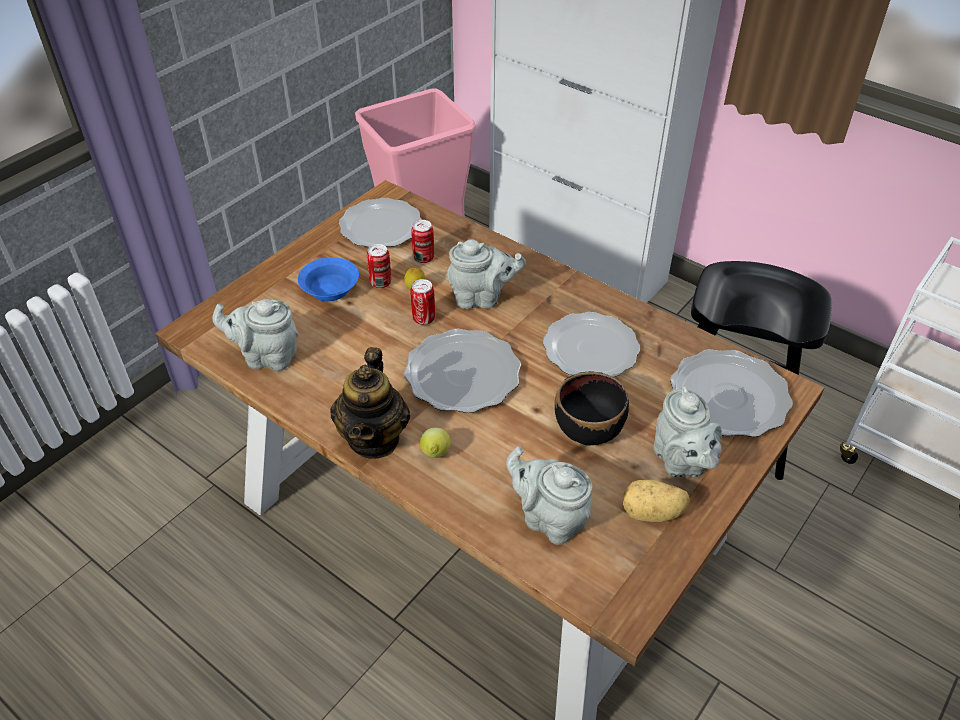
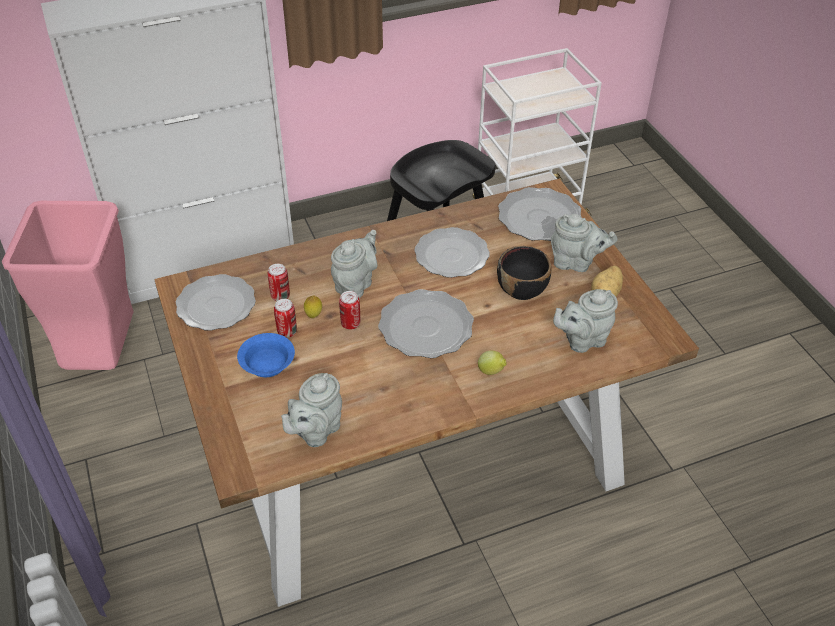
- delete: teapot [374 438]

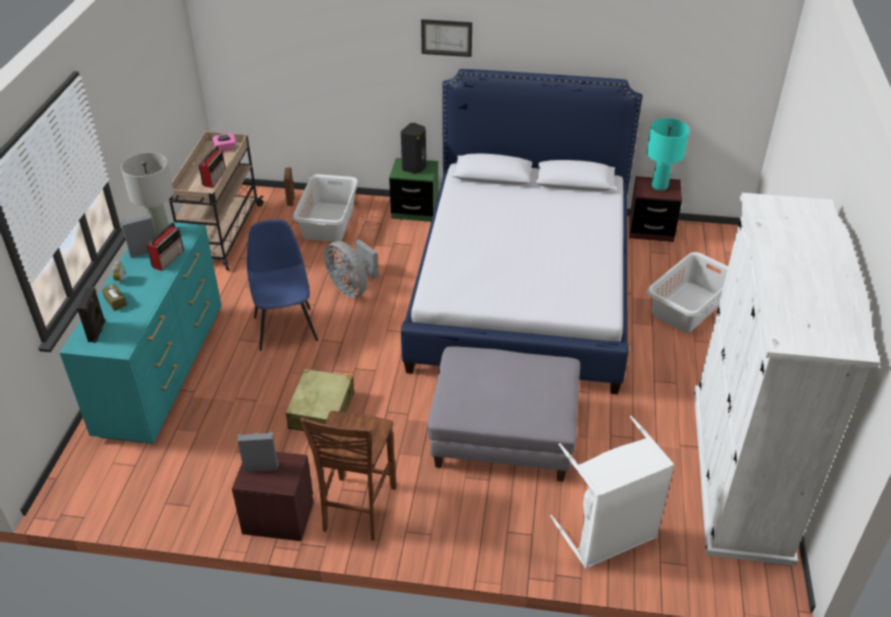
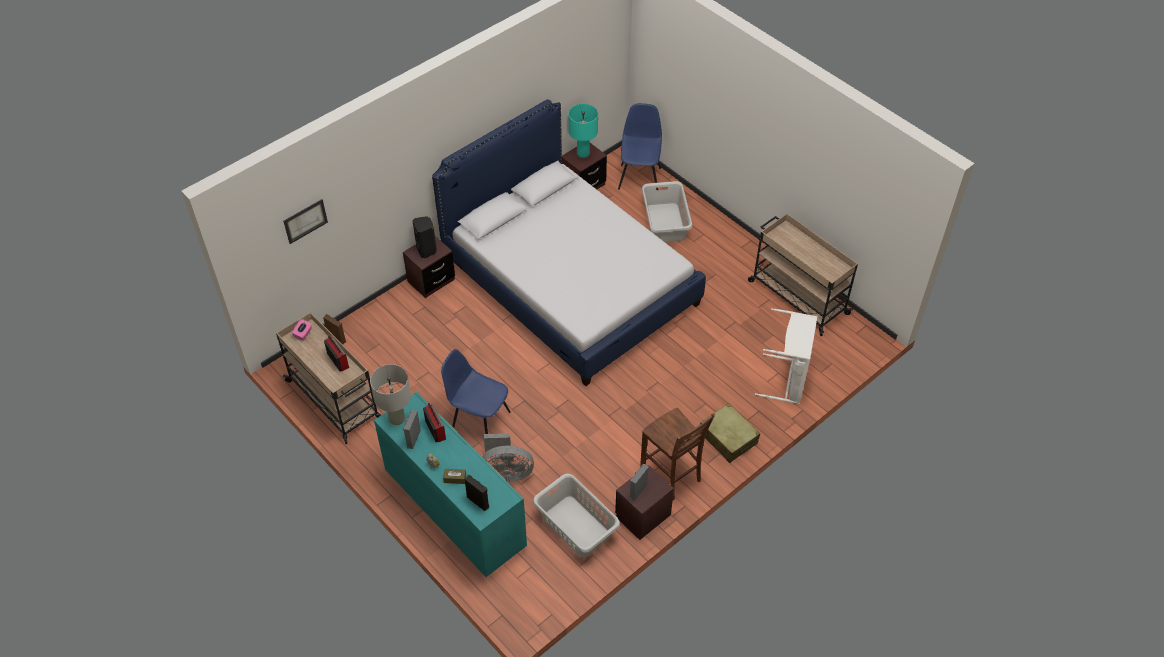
- move: wall art [446 37] to [305 221]
- recolor: green-coloured nightstand [415 211] to brownish nightstand [431 281]
- move: greyish electric fan [352 288] to [506 472]
- move: greyish laundry basket [328 222] to [576 527]
- insert: bluish upright chair [639 177]
- move: beige travel case [322 411] to [728 438]
- replace: white clothes cupboard [741 470] to beige cart [797 297]
- delete: greyish pouffe [504 433]

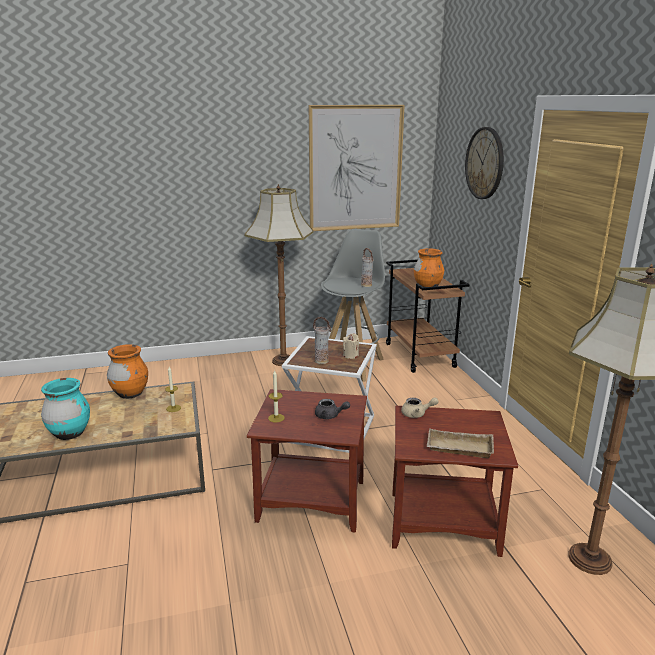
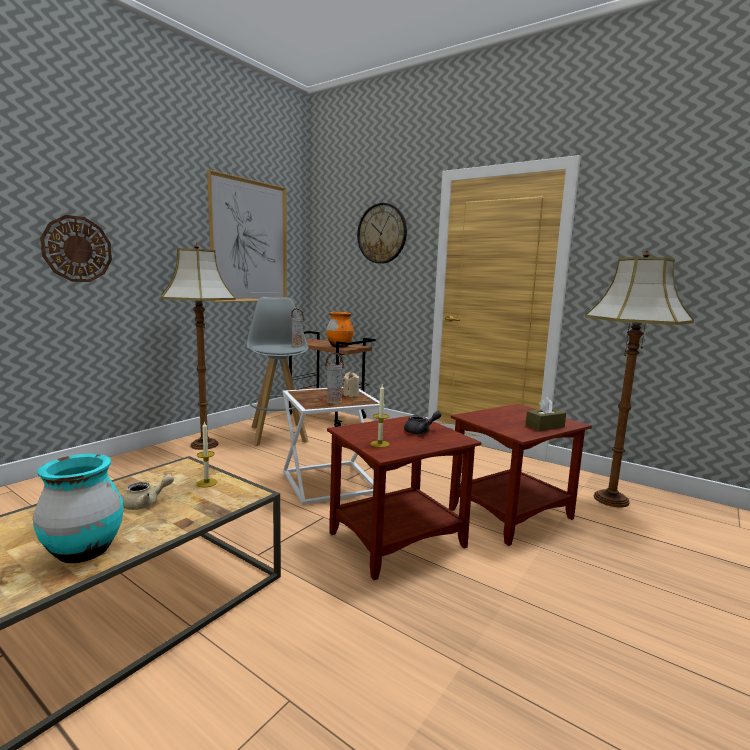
- insert: clock on the wall [77 249]
- move: beige teapot [417 414] to [146 503]
- replace: beige carrying tray [458 449] to brownish tissue box [545 426]
- delete: orange-coloured decorative vase [130 394]

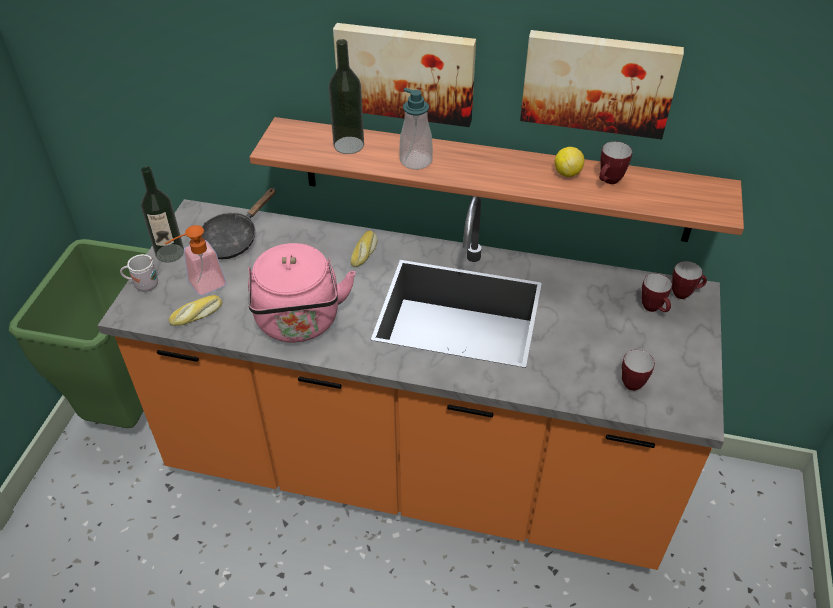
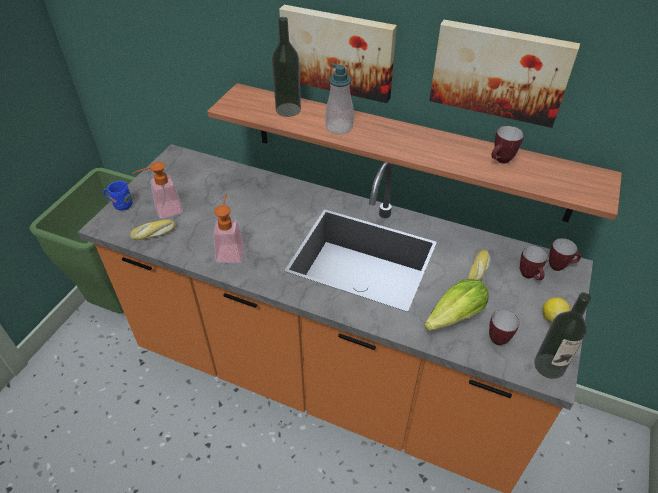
- recolor: white coffee mug [143 285] to bluish coffee mug [121 205]
- replace: pink-coloured water kettle [299 323] to soap dispenser [231 250]
- insert: lettuce head [451 318]
- move: bread [365 253] to [478 270]
- move: drink bottle [170 253] to [549 366]
- move: whole lemon [567 173] to [552 317]
- delete: black-coloured pan [233 239]

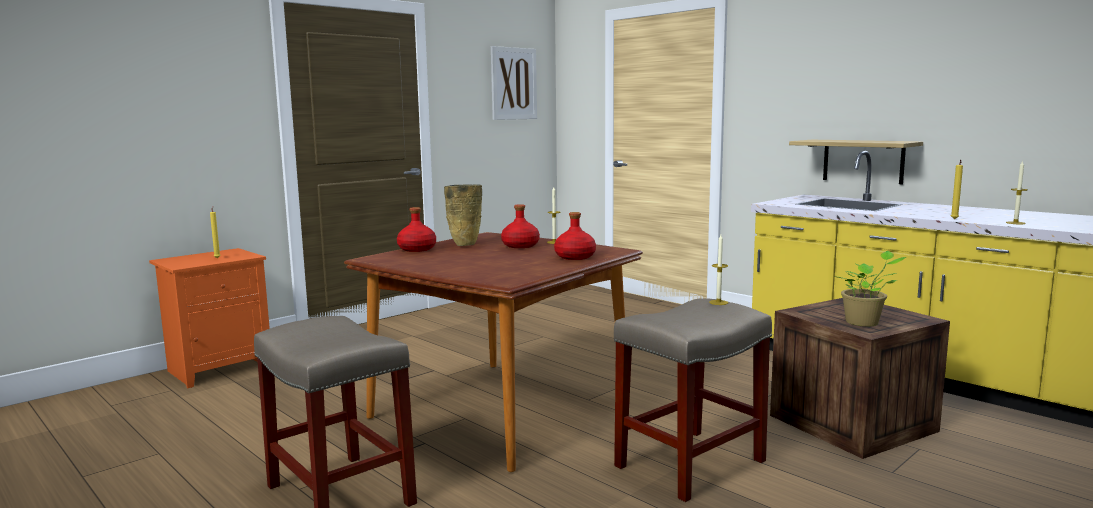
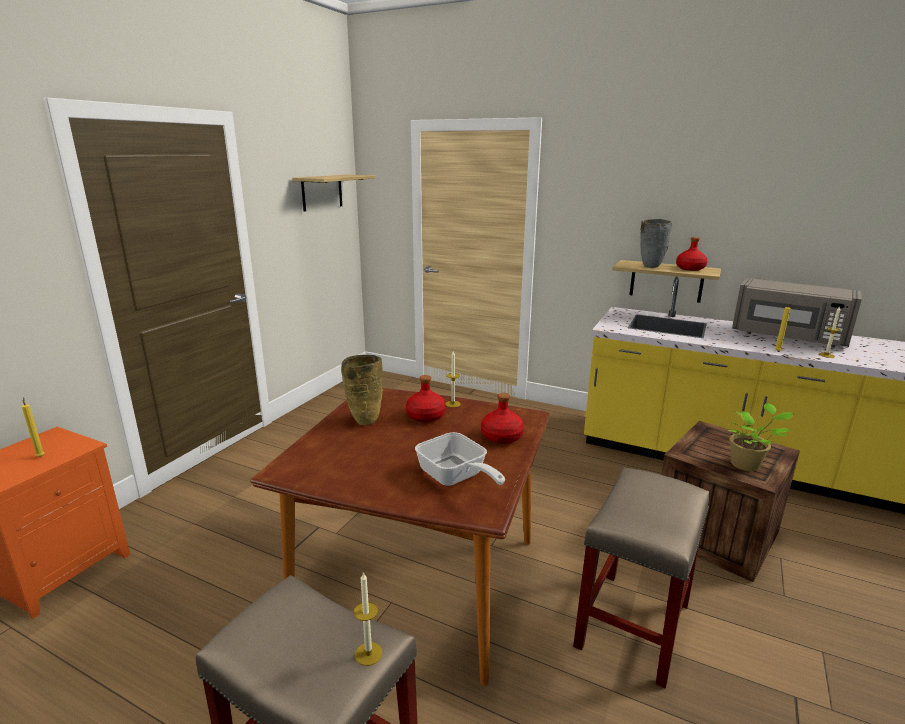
- replace: wall art [513 83] to wall shelf [322 192]
- move: wax candle [718 302] to [368 653]
- insert: pan [455 477]
- insert: greyish decorative vase [650 267]
- move: red-coloured drink bottle [417 249] to [690 268]
- insert: greyish kitchen microwave [788 337]

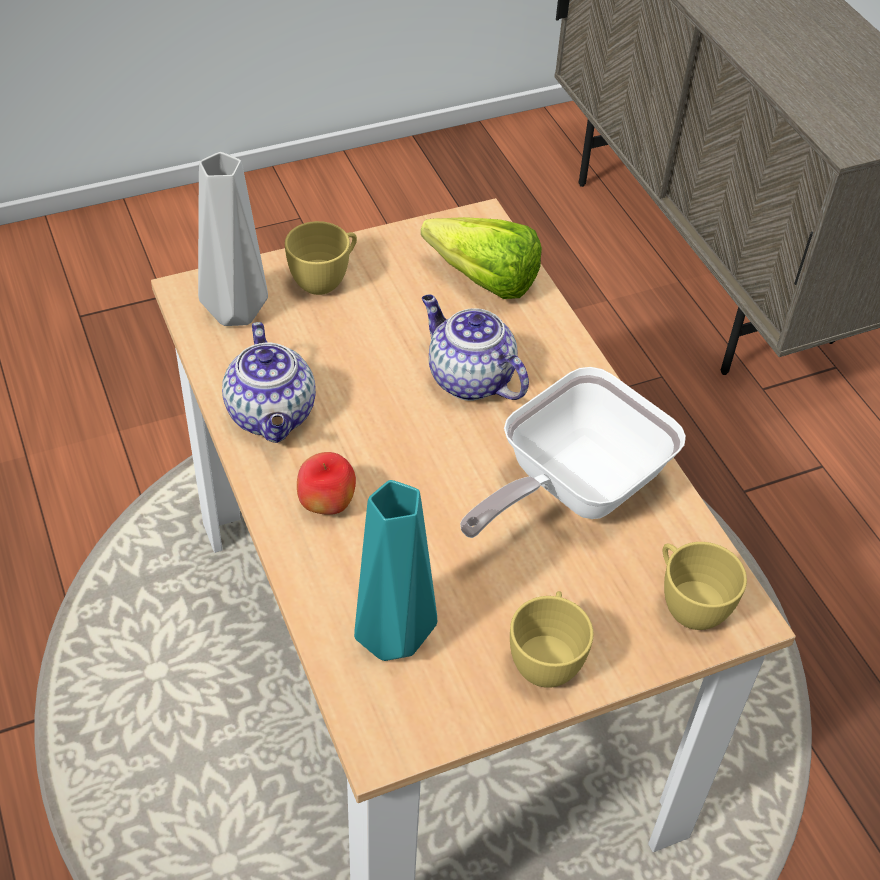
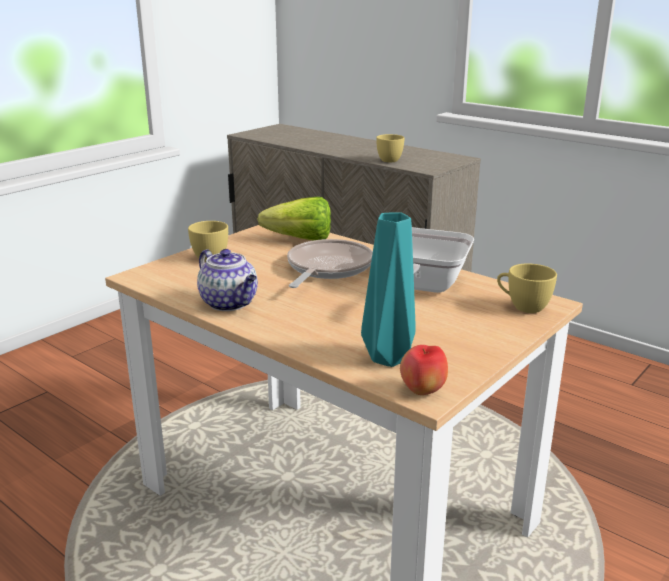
- replace: teapot [468 378] to pan [327 268]
- move: yellow-coloured cup [546 658] to [388 159]
- move: apple fruit [326 504] to [422 391]
- delete: greyish decorative vase [236 315]

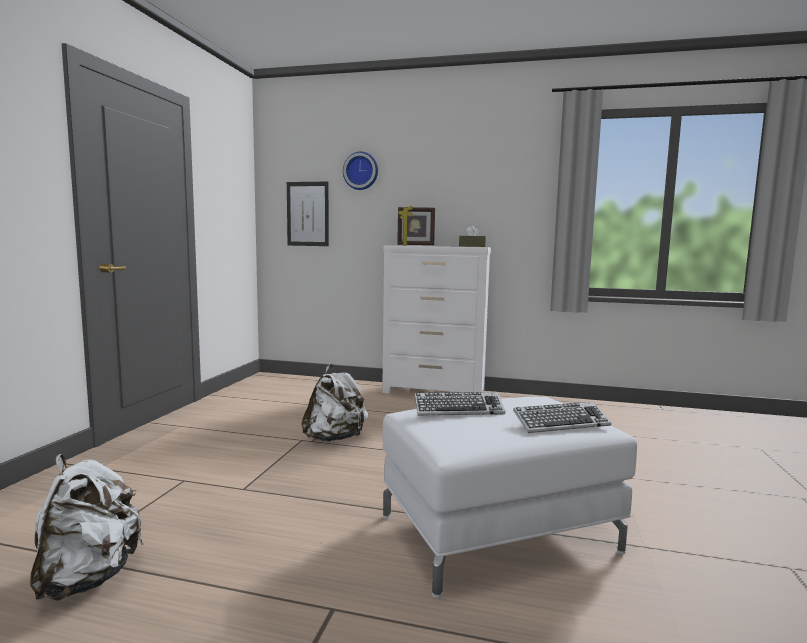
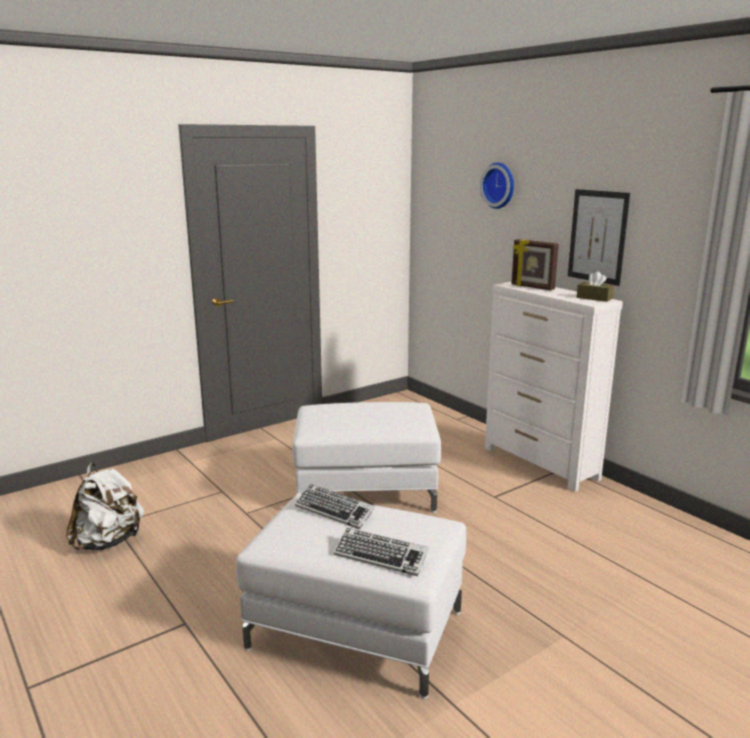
- replace: white rucksack [335 438] to white pouffe [366 490]
- move: wall art [307 214] to [597 236]

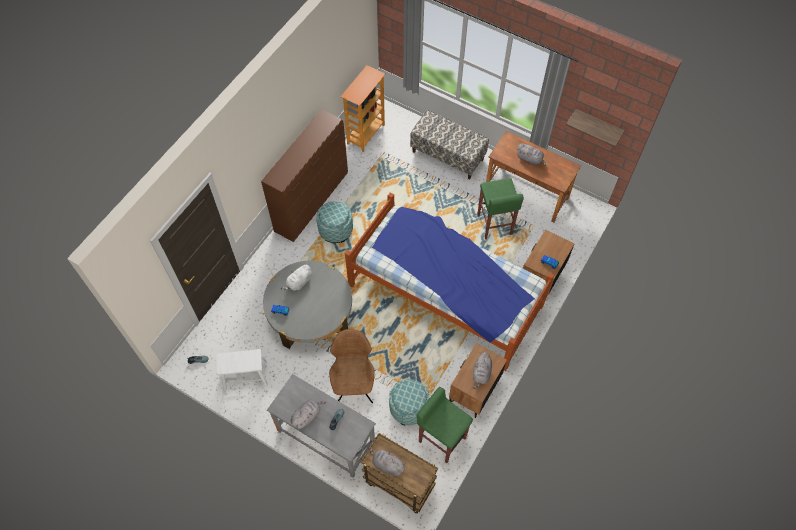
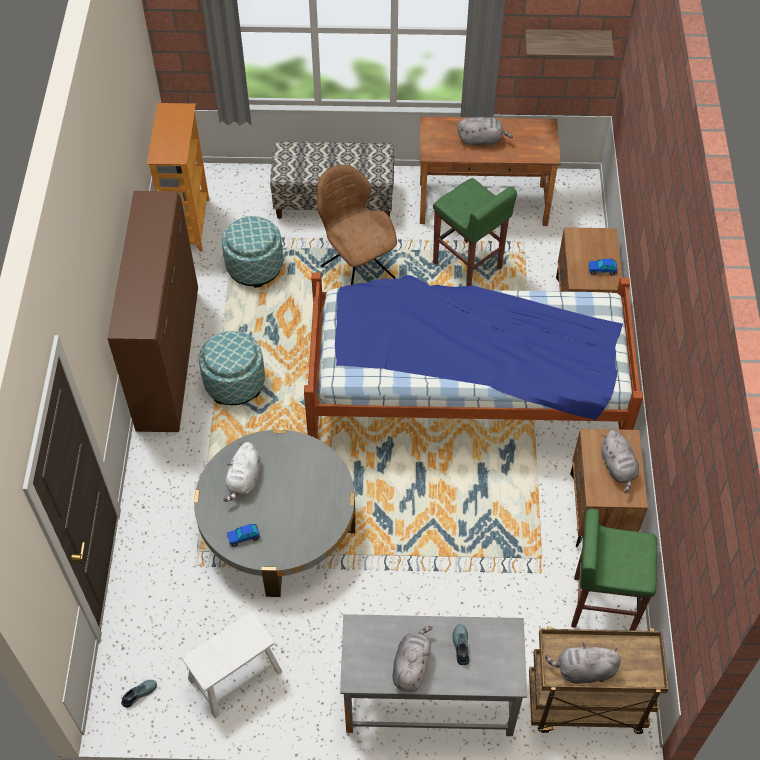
- move: pouffe [409 408] to [254 267]
- move: brownish upright chair [354 384] to [356 270]

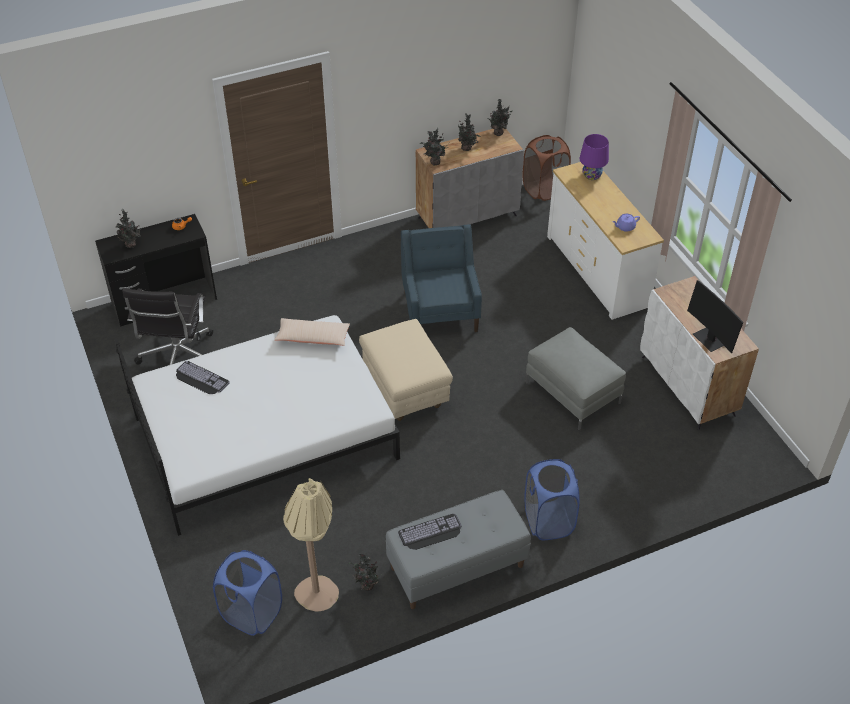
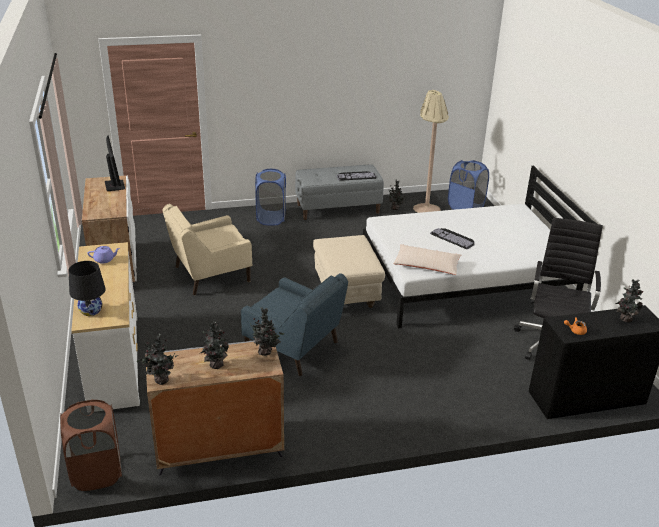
- recolor: purple tabletop lamp [591 175] to black-coloured tabletop lamp [91 311]
- replace: greyish pouffe [572 392] to beige armchair [210 275]
- rotate: bluish armchair [440 310] = [294 348] 60 degrees counterclockwise
- move: keyboard [200 379] to [454 238]

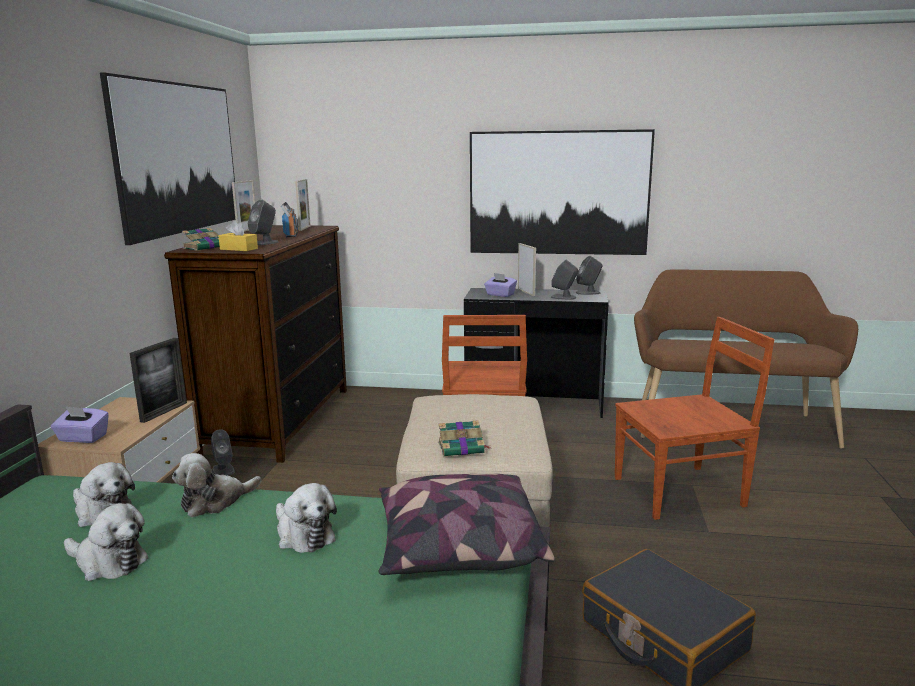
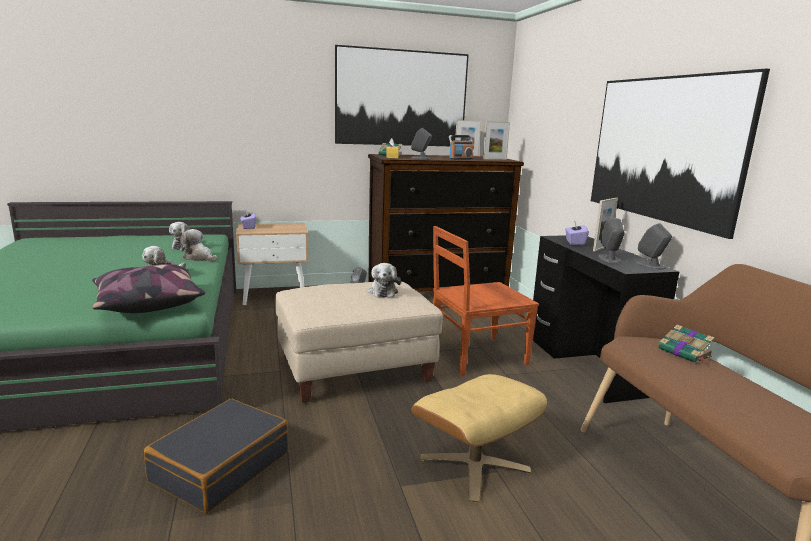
- move: plush toy [108 562] to [383 292]
- replace: brownish upright chair [681 491] to beige pouffe [475 465]
- move: volume [462 448] to [685 353]
- delete: standing frame [164 412]

